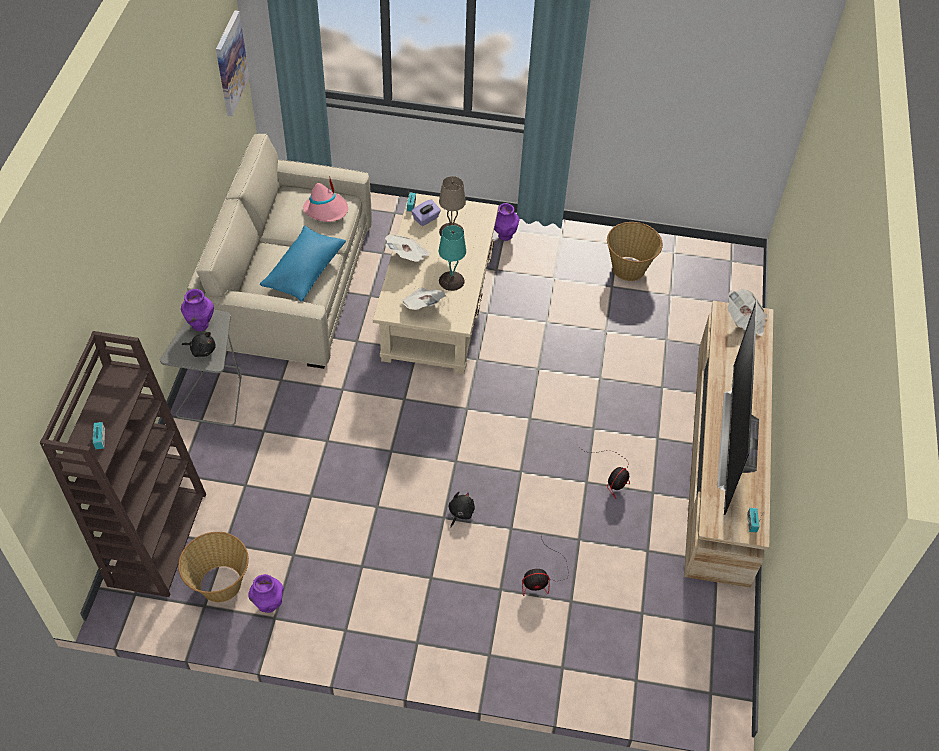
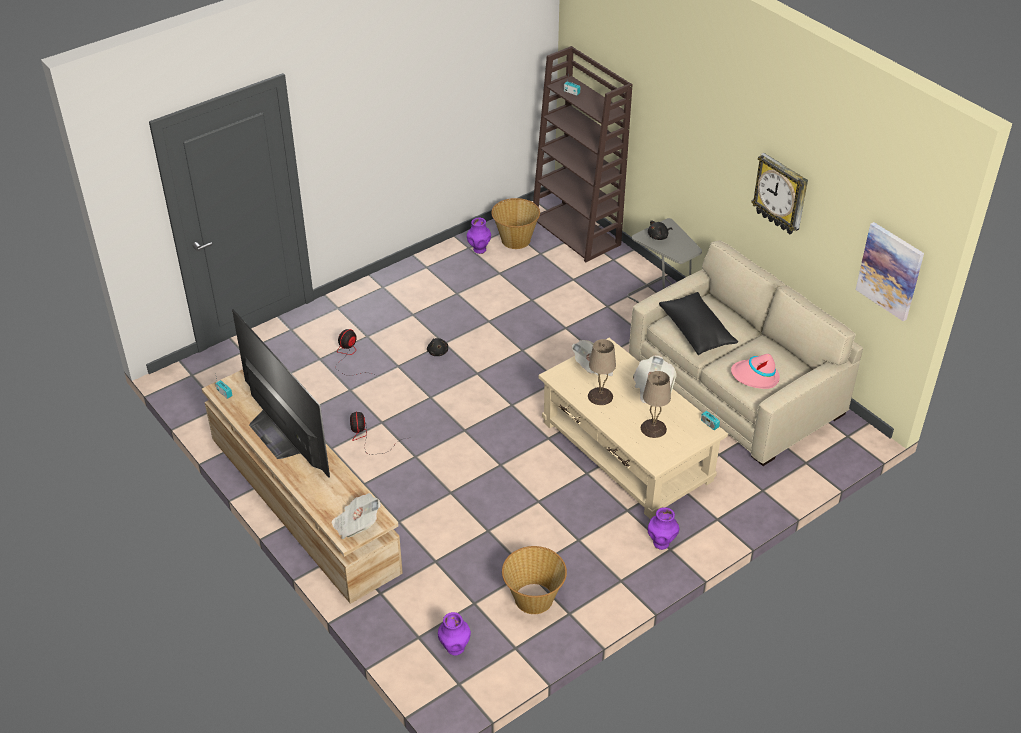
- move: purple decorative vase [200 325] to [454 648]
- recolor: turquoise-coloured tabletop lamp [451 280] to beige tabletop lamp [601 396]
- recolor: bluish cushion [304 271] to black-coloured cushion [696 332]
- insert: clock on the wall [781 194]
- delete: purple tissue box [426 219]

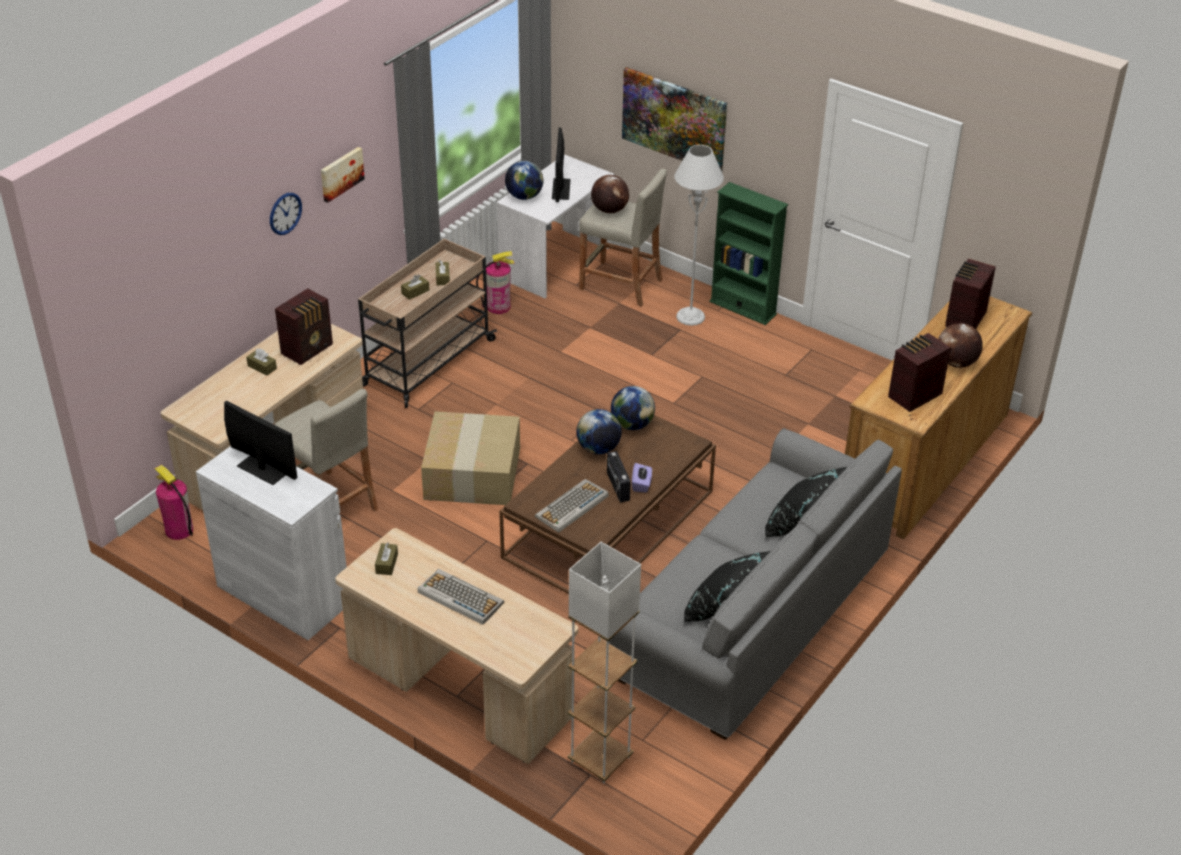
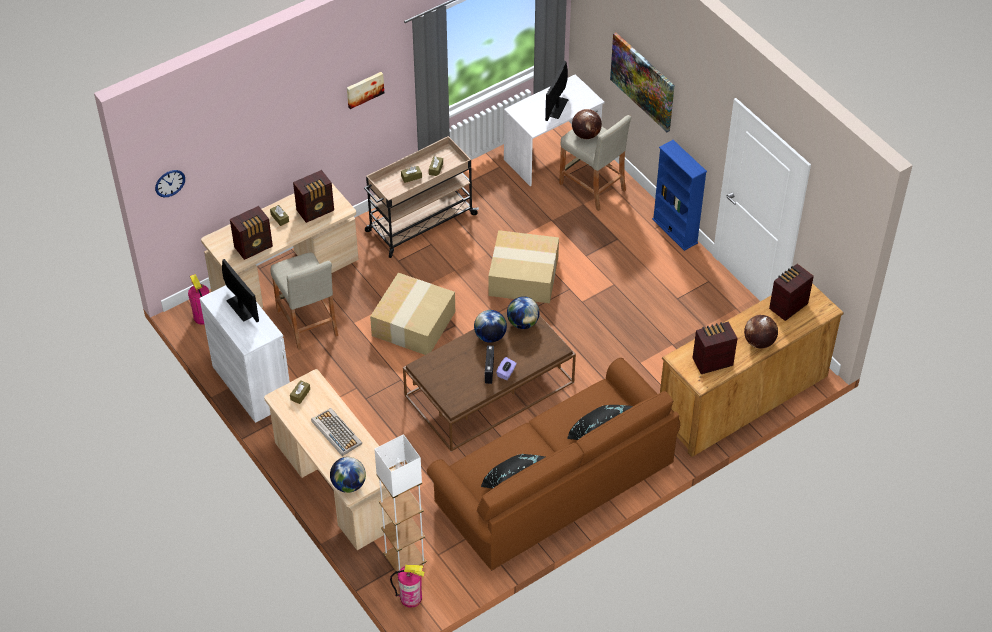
- move: clock on the wall [285 213] to [170 183]
- insert: radio [254 247]
- move: globe [524 196] to [348 484]
- move: fire extinguisher [498 306] to [411 597]
- recolor: greyish settee [752 614] to brownish settee [554 485]
- insert: cardboard box [524 275]
- recolor: green-coloured bookcase [743 308] to bluish bookcase [675 231]
- delete: keyboard [571 507]
- delete: greyish floor lamp [690 316]

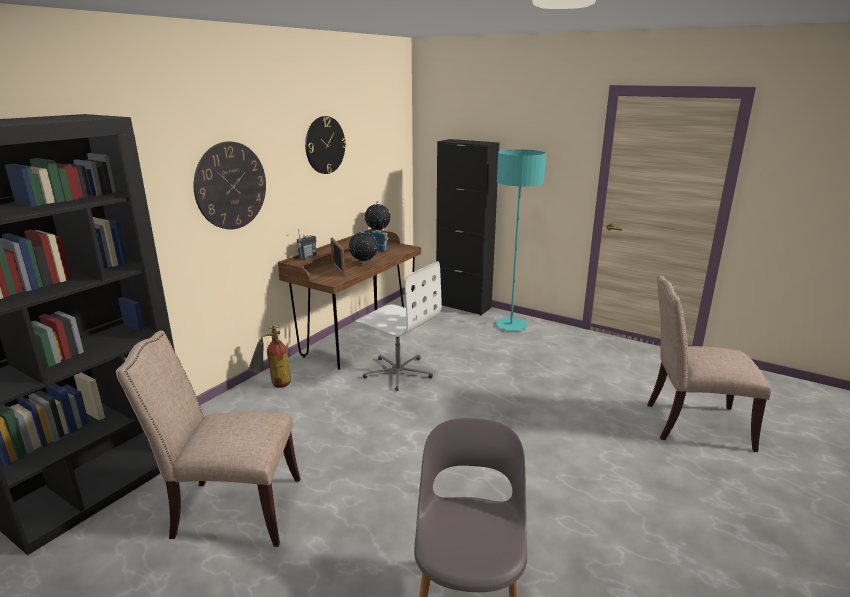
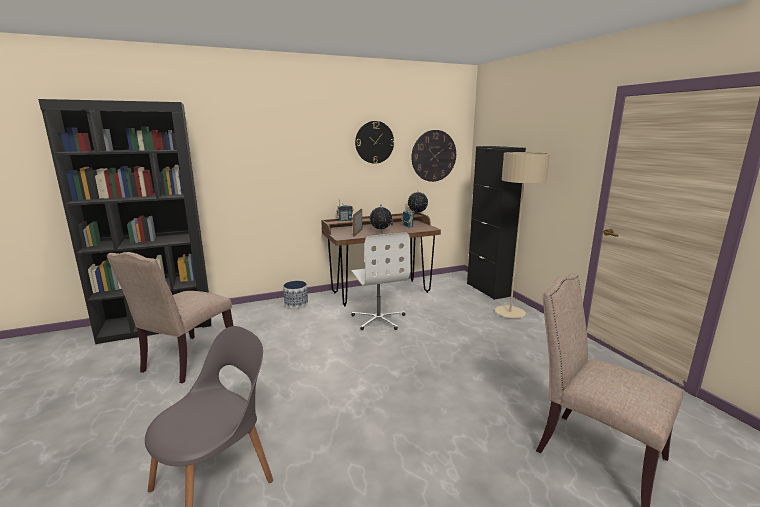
- rotate: beige upright chair [231 510] = [186 361] 105 degrees counterclockwise
- replace: fire extinguisher [273 386] to flower pot [296 304]
- move: clock on the wall [231 186] to [433 156]
- recolor: turquoise-coloured floor lamp [511 326] to beige floor lamp [510 313]

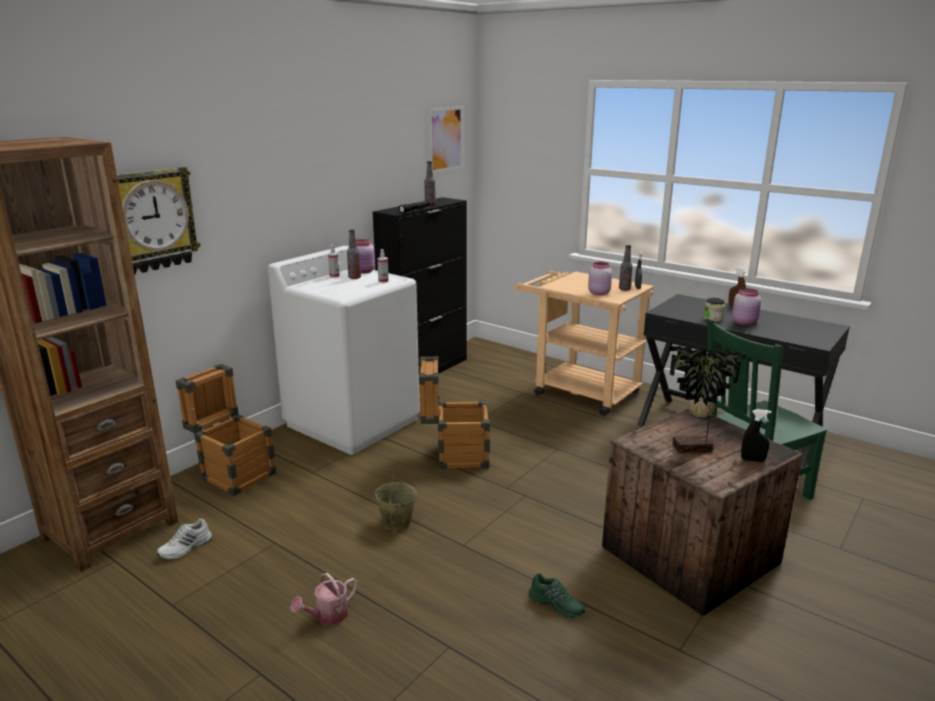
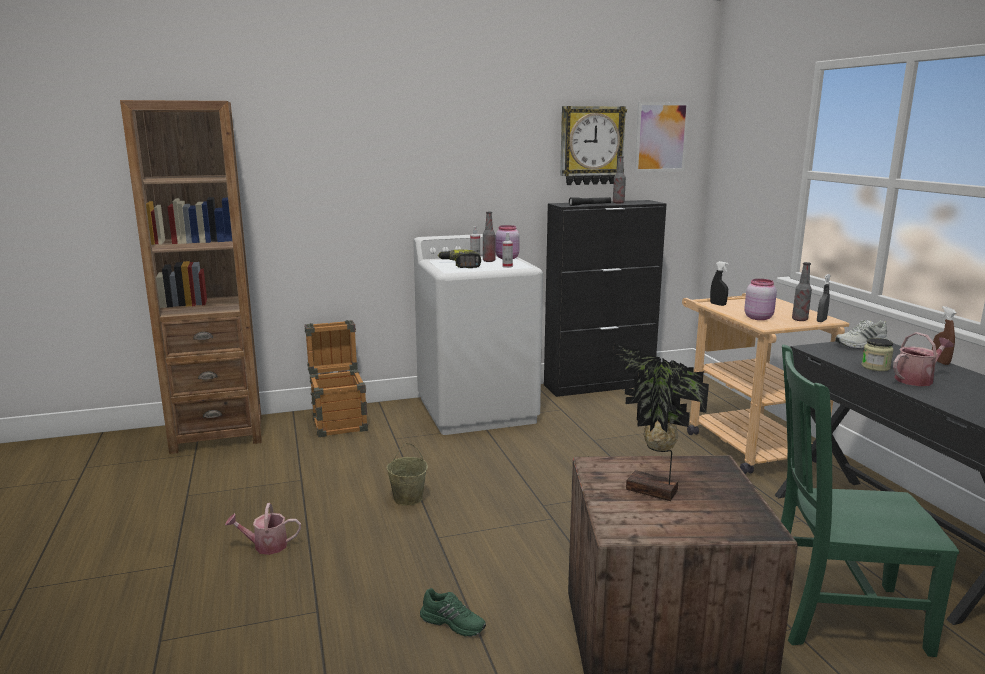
- rotate: green-coloured shoe [557 604] = [453 622] 45 degrees counterclockwise
- insert: electric drill [460 265]
- move: clock on the wall [151 220] to [591 145]
- move: black-coloured spray bottle [752 460] to [718 304]
- move: white shoe [186 548] to [862 345]
- replace: pink-coloured preserve jar [744 322] to watering can [917 379]
- delete: packing crate [454 455]

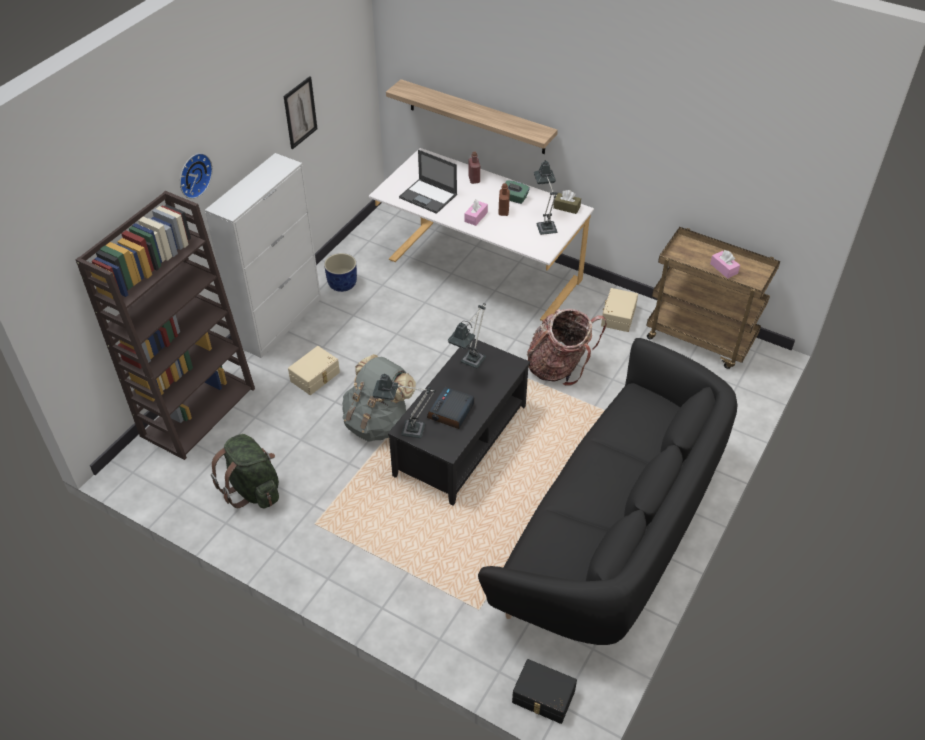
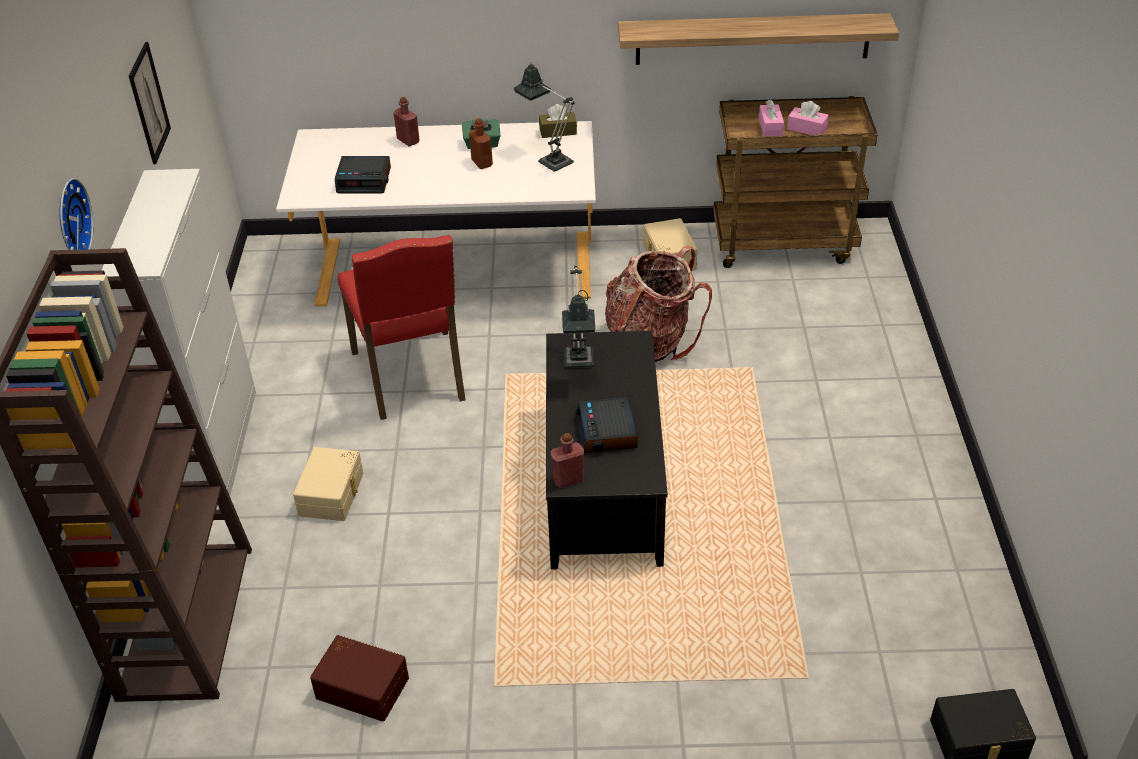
- replace: green-coloured rucksack [253 489] to brownish storage container [363 686]
- replace: laptop [429 196] to bedside clock [364 180]
- insert: red-coloured upright chair [412 376]
- replace: tabletop lamp [407 429] to red-coloured drink bottle [568 479]
- move: wall shelf [476 117] to [752 39]
- move: pink-coloured tissue box [476 217] to [770 127]
- delete: bluish flower pot [342 284]
- delete: greyish rucksack [378 423]
- delete: black-coloured settee [612 533]

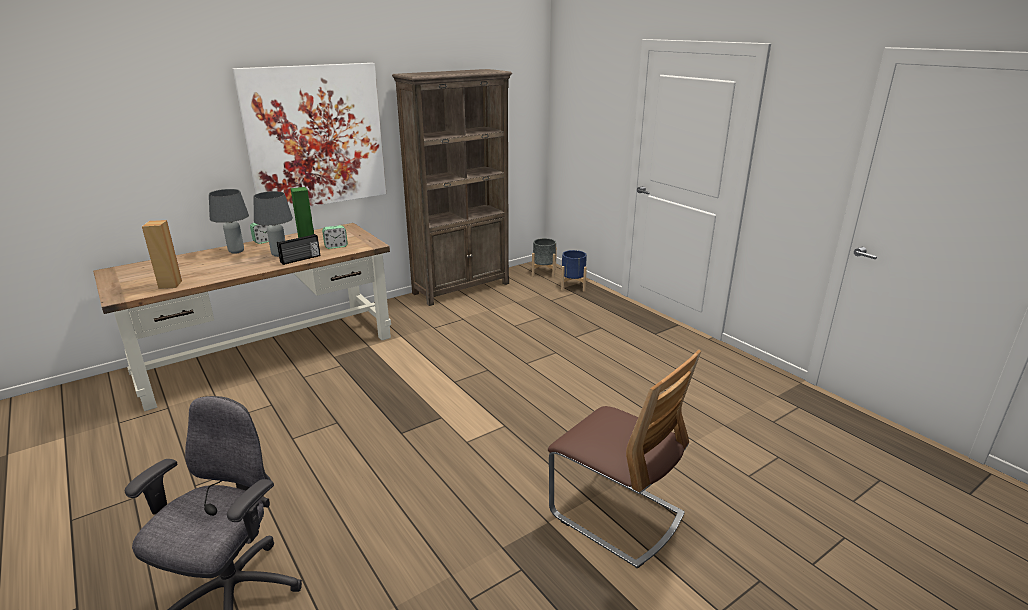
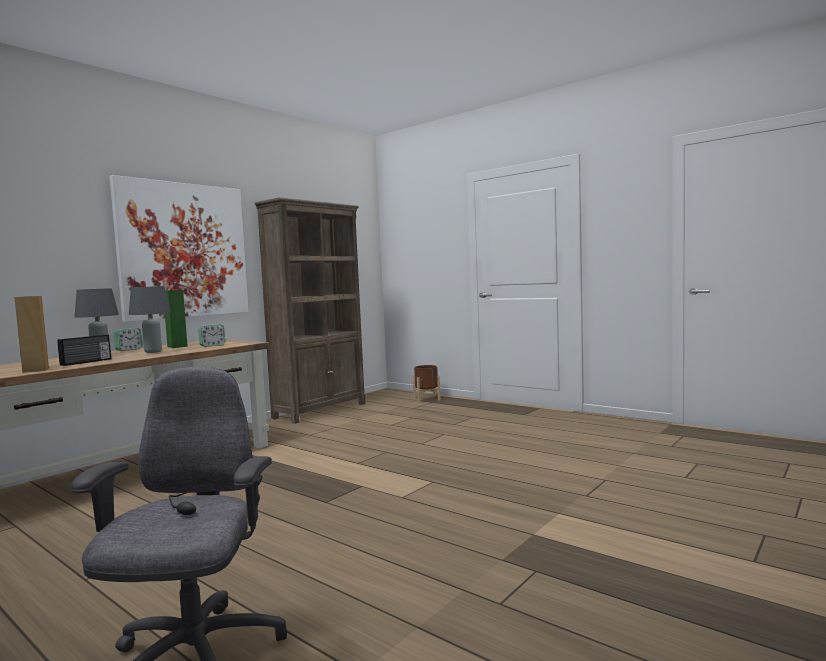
- move: radio [300 259] to [86 362]
- recolor: bluish flower pot [572 286] to brownish flower pot [426 399]
- delete: greyish flower pot [544 272]
- delete: upright chair [616 515]

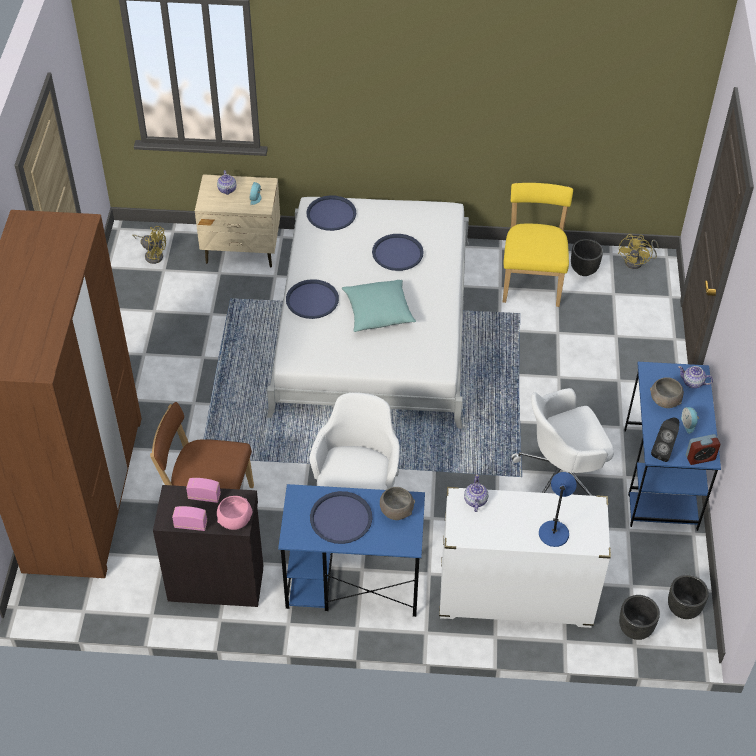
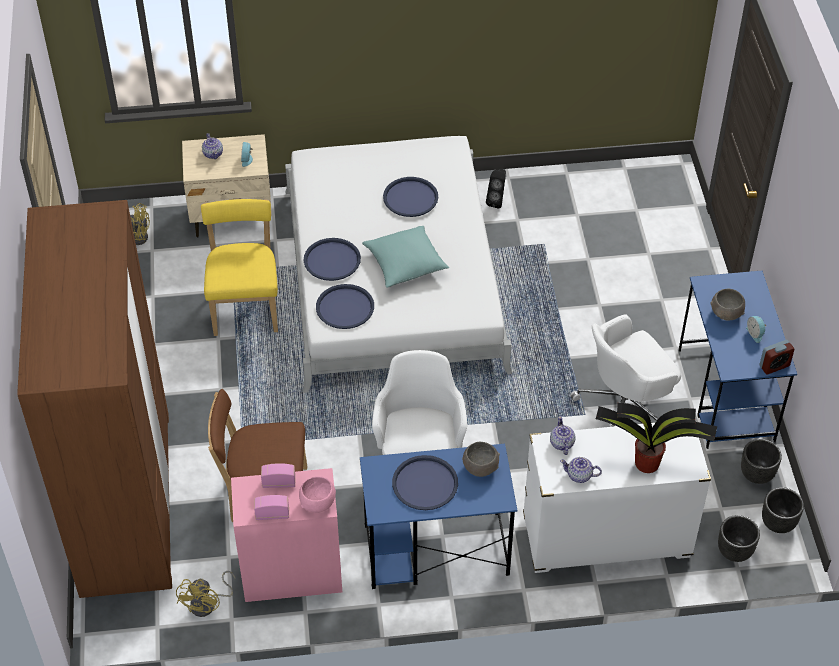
- move: yellow-coloured electric fan [637 262] to [207 604]
- move: yellow-coloured upright chair [532 281] to [245 306]
- recolor: black-coloured cupboard [215 581] to pink-coloured cupboard [291 573]
- move: bluish carrying tray [331 214] to [345 307]
- move: black-coloured audio speaker [663 451] to [497 201]
- move: teapot [693 383] to [579 475]
- replace: bluish tabletop lamp [554 532] to plant in a pot [648 463]
- move: black-coloured flower pot [584 270] to [757 475]

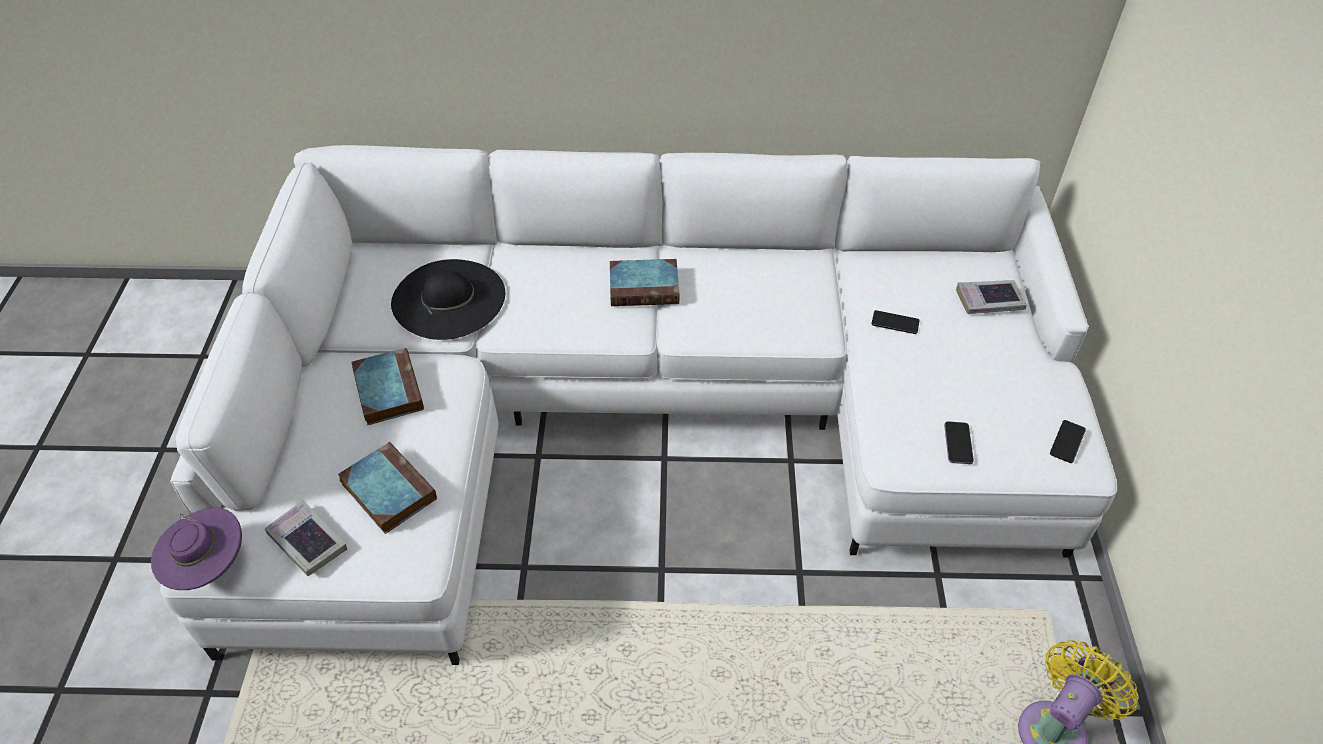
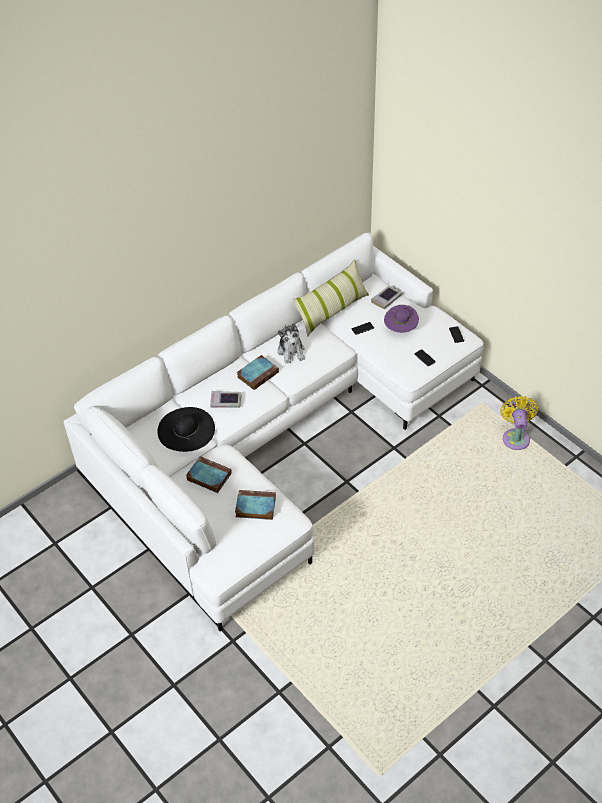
- move: volume [307 542] to [226 401]
- insert: plush toy [291 351]
- insert: cushion [332 310]
- move: purple clothing hat [208 566] to [400 328]

